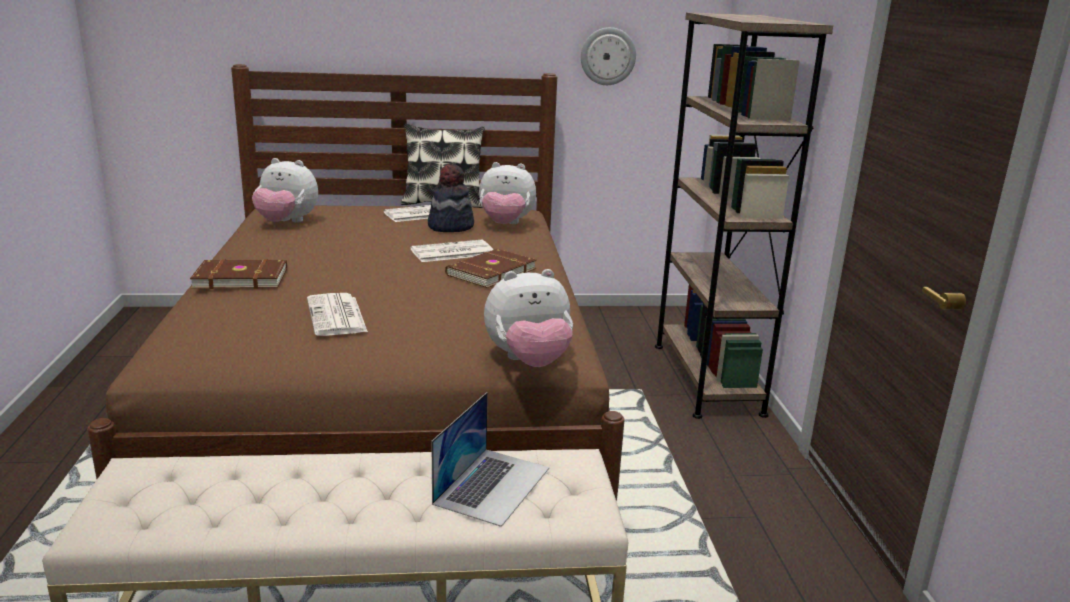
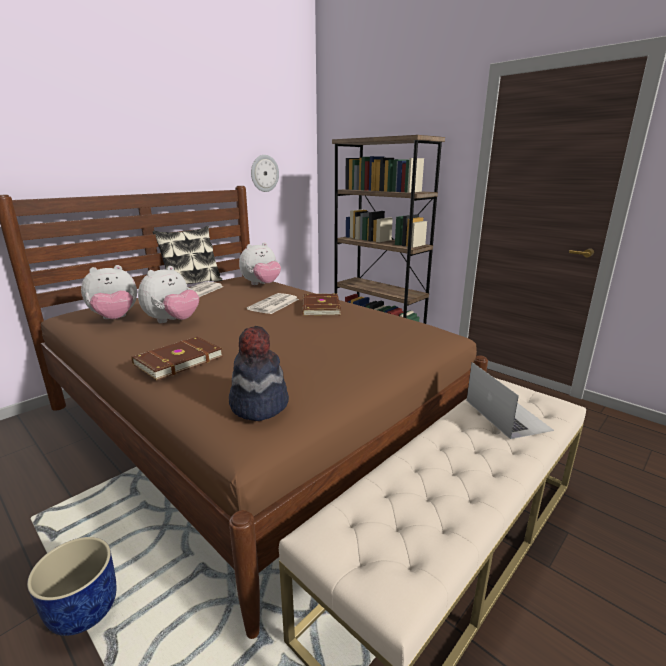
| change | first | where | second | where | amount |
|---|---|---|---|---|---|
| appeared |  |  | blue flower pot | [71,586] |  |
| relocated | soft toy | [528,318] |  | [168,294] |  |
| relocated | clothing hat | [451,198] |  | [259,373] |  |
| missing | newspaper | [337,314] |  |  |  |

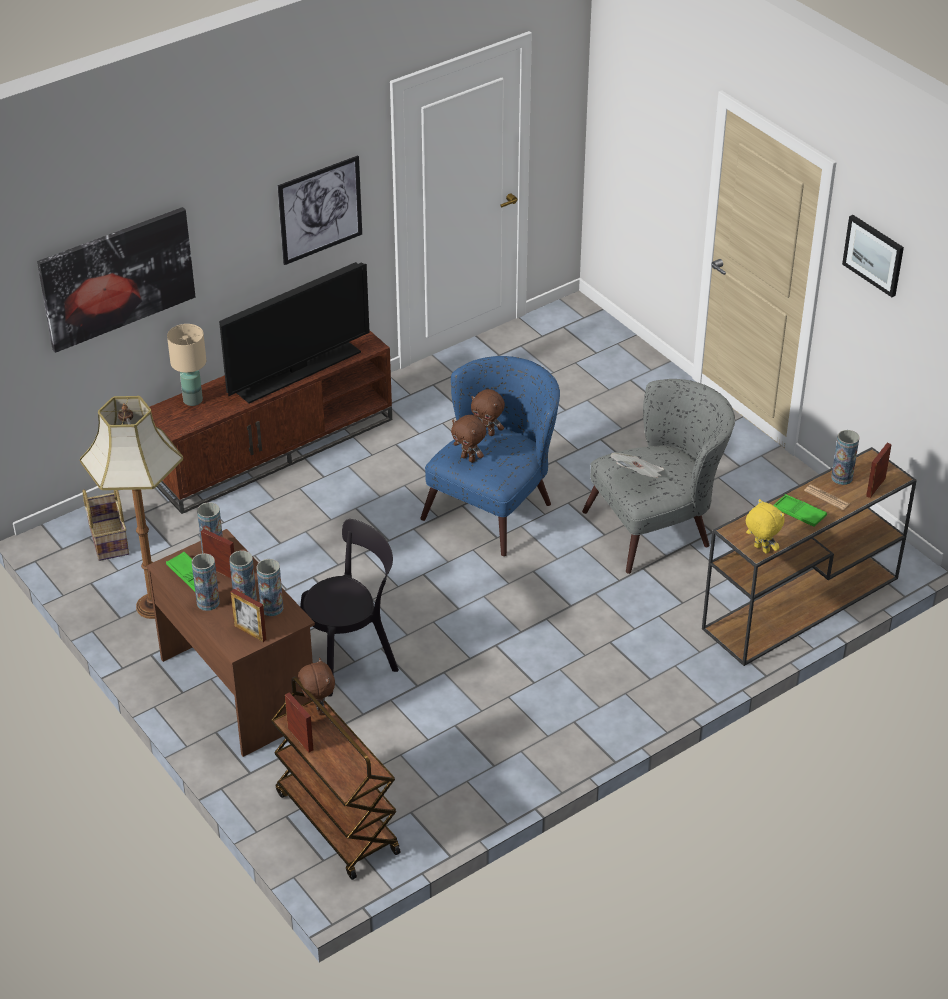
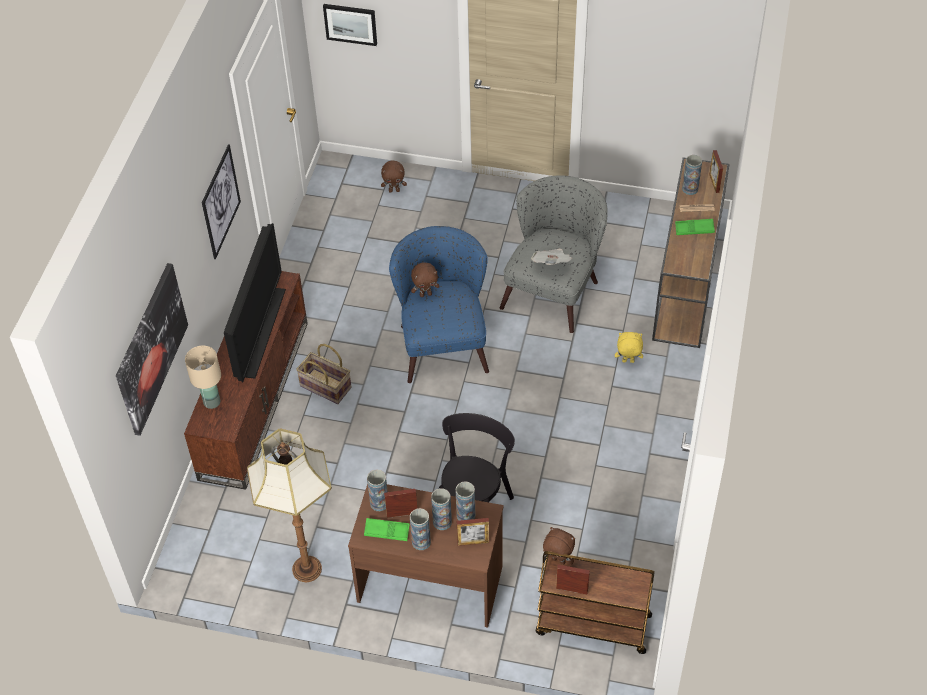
| change | first | where | second | where | amount |
|---|---|---|---|---|---|
| relocated | household basket | [106,525] |  | [323,374] |  |
| relocated | wall picture | [873,256] |  | [350,25] |  |
| relocated | brown-coloured soft toy | [468,439] |  | [394,176] |  |
| relocated | yellow-coloured soft toy | [765,526] |  | [629,347] |  |

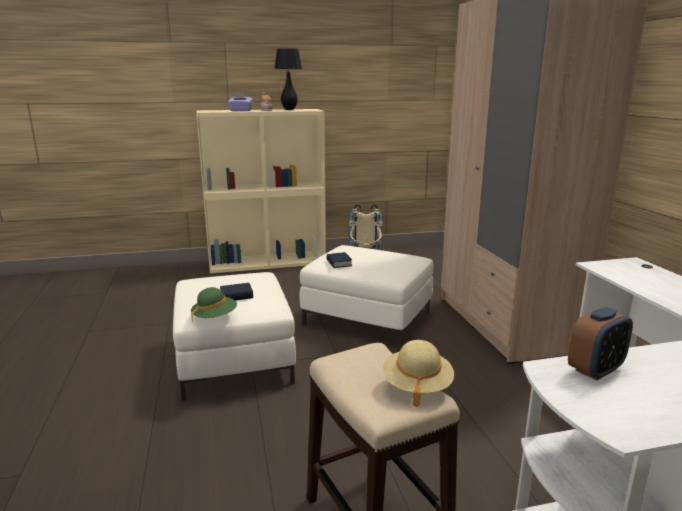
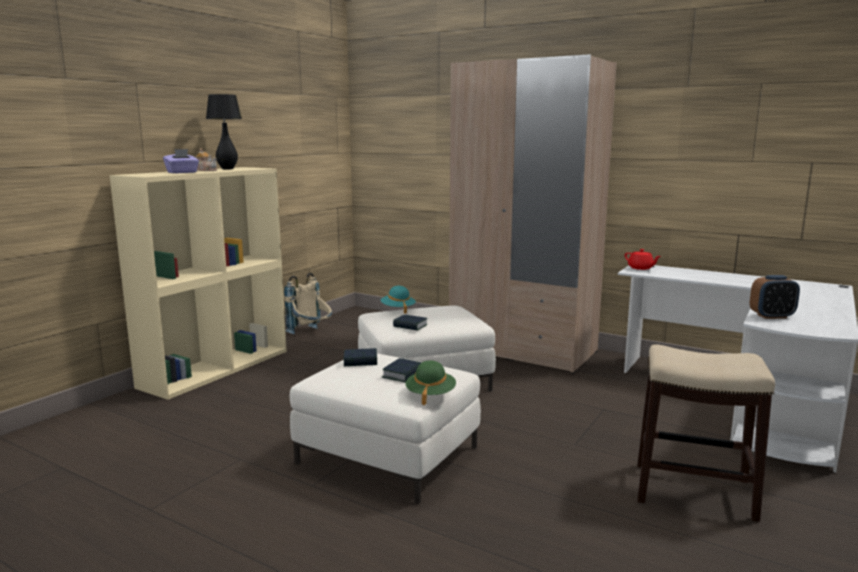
| change | first | where | second | where | amount |
|---|---|---|---|---|---|
| appeared |  |  | volume | [360,357] |  |
| appeared |  |  | blue-green clothing hat | [398,300] |  |
| appeared |  |  | red-coloured tea pot | [643,259] |  |
| spun | alarm clock | [600,344] |  | [775,297] | 75 degrees clockwise |
| missing | beige clothing hat | [418,373] |  |  |  |

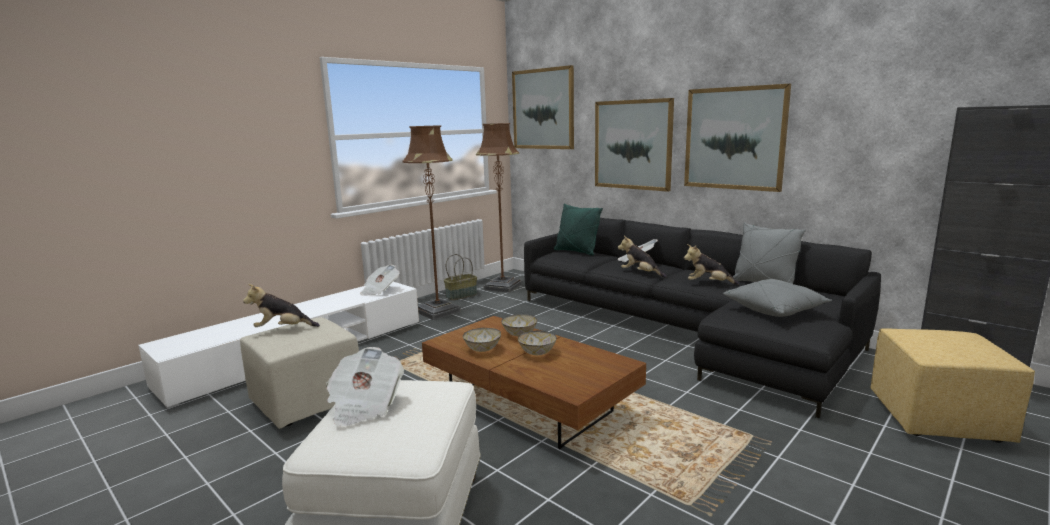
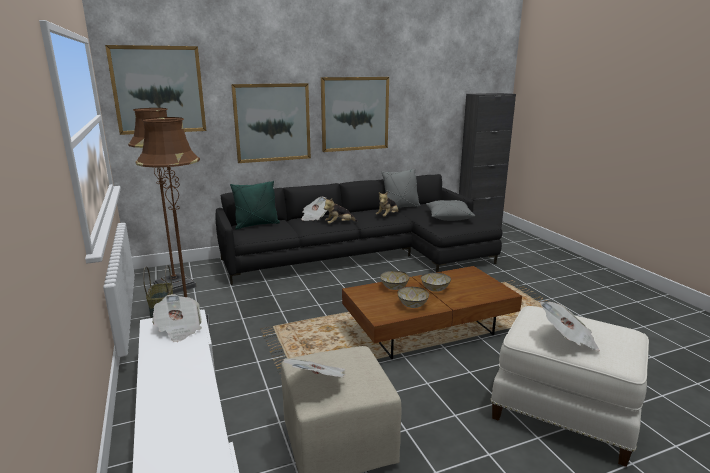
| change | first | where | second | where | amount |
|---|---|---|---|---|---|
| exchanged | soft toy | [281,305] | newspaper | [314,368] |  |
| missing | yellow-coloured footrest | [952,386] |  |  |  |

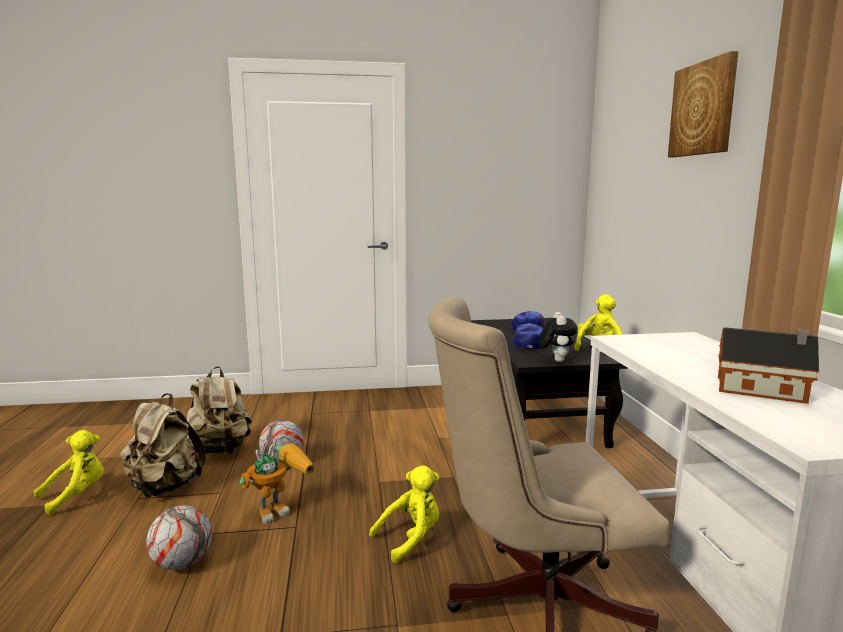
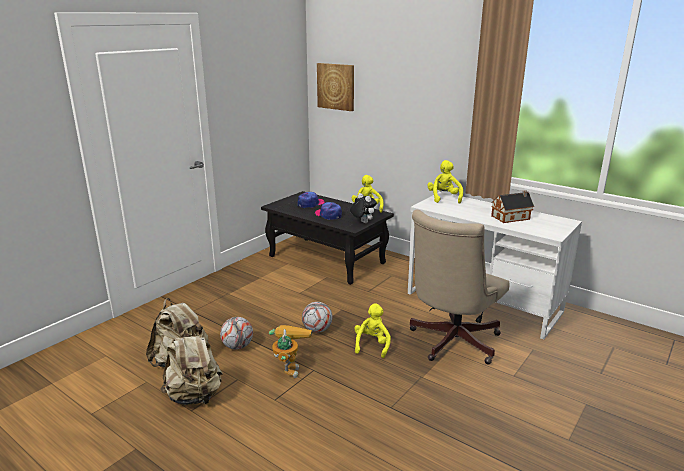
| change | first | where | second | where | amount |
|---|---|---|---|---|---|
| relocated | football ball | [179,538] |  | [317,317] |  |
| relocated | wall picture | [703,104] |  | [335,87] |  |
| relocated | yellow-coloured soft toy | [69,472] |  | [445,182] |  |

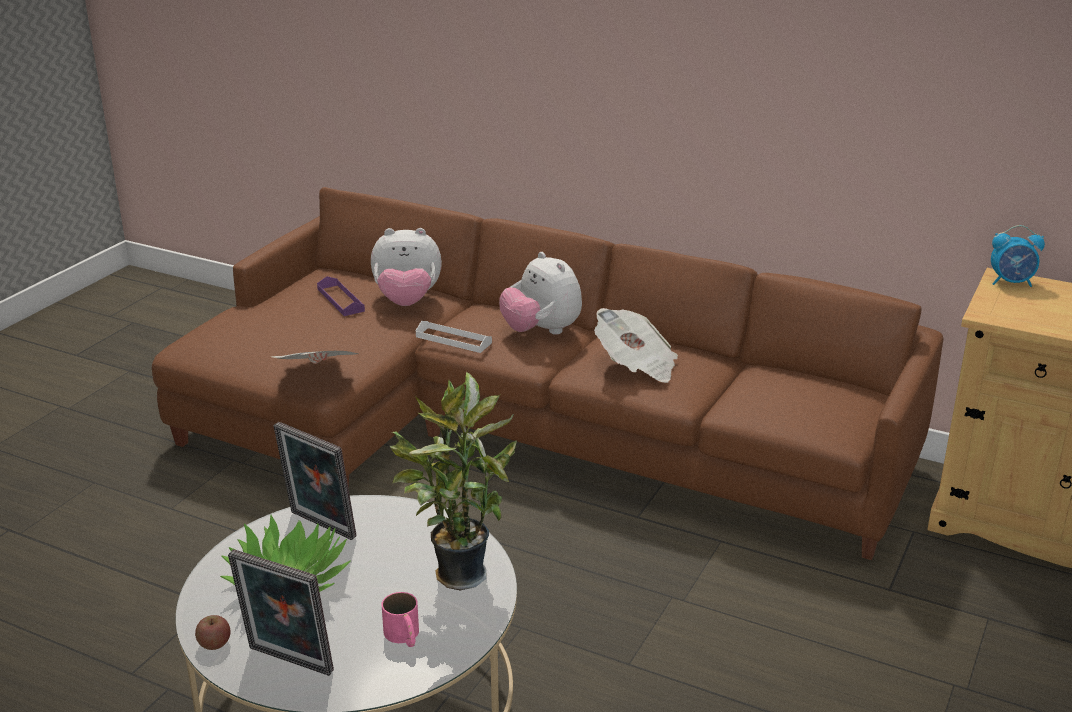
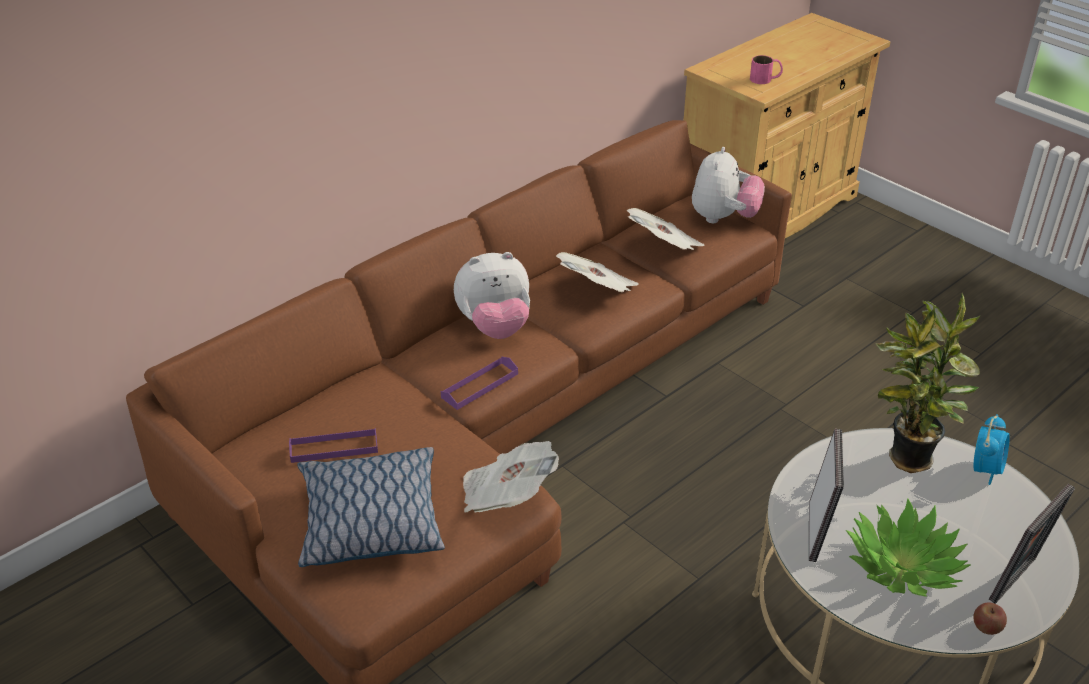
| change | first | where | second | where | amount |
|---|---|---|---|---|---|
| appeared |  |  | cushion | [371,507] |  |
| colour | white-coloured serving tray | [454,337] | purplish serving tray | [479,383] |  |
| appeared |  |  | newspaper | [666,229] |  |
| relocated | soft toy | [406,267] |  | [728,185] |  |
| relocated | pink coffee mug | [400,619] |  | [766,69] |  |
| spun | picture frame | [315,481] |  | [826,495] | 45 degrees counterclockwise |
| relocated | alarm clock | [1018,256] |  | [992,449] |  |

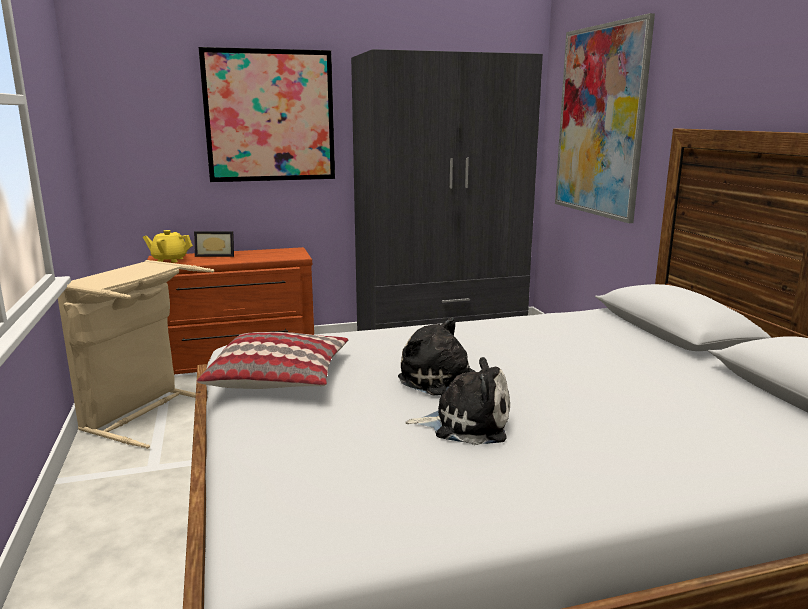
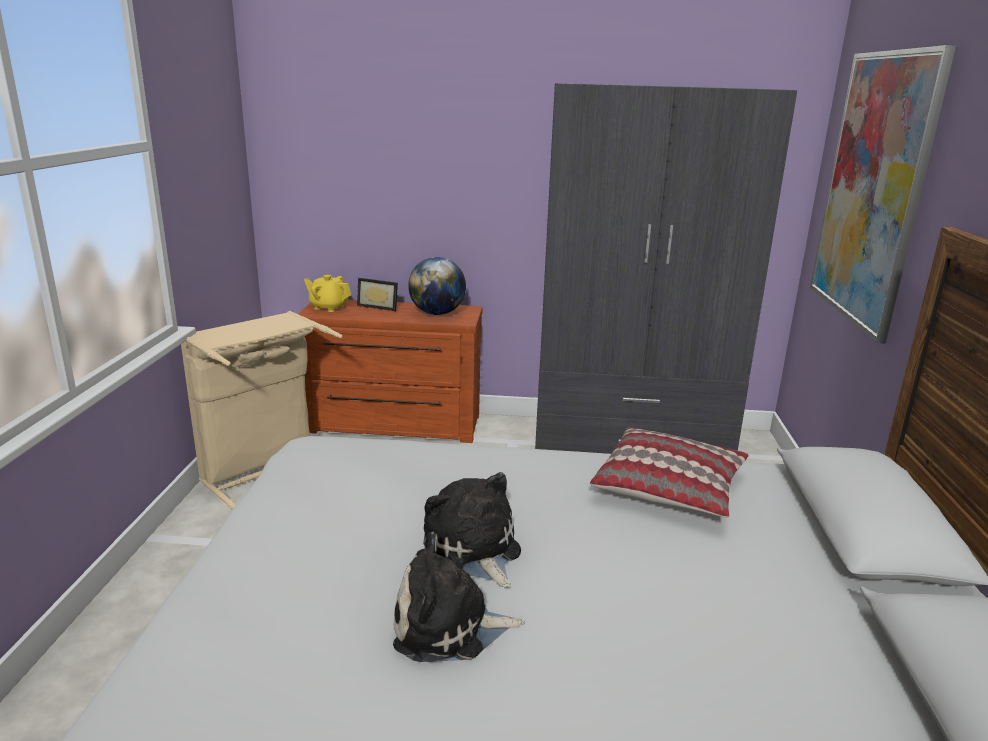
| change | first | where | second | where | amount |
|---|---|---|---|---|---|
| spun | soft toy | [457,401] |  | [459,597] | 150 degrees clockwise |
| appeared |  |  | world globe | [437,286] |  |
| relocated | cushion | [272,360] |  | [669,472] |  |
| missing | wall picture | [267,114] |  |  |  |

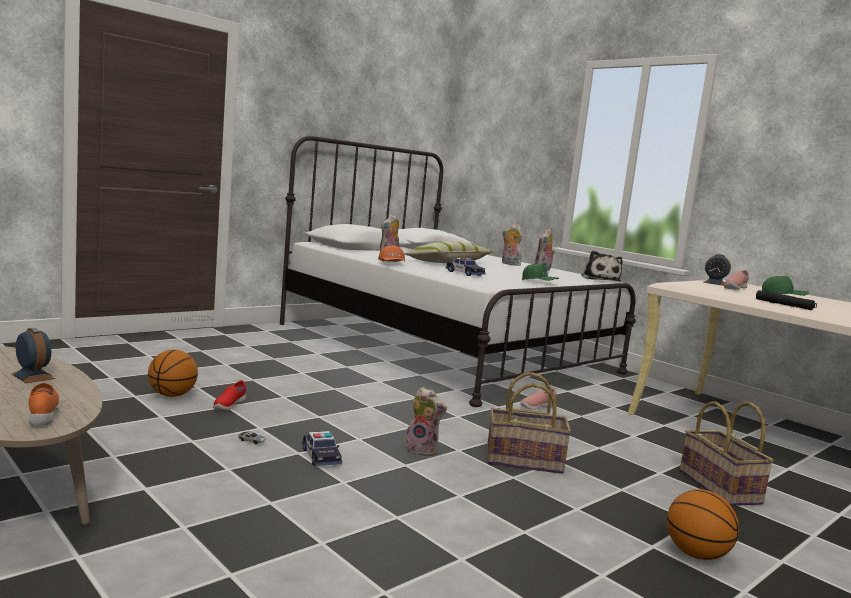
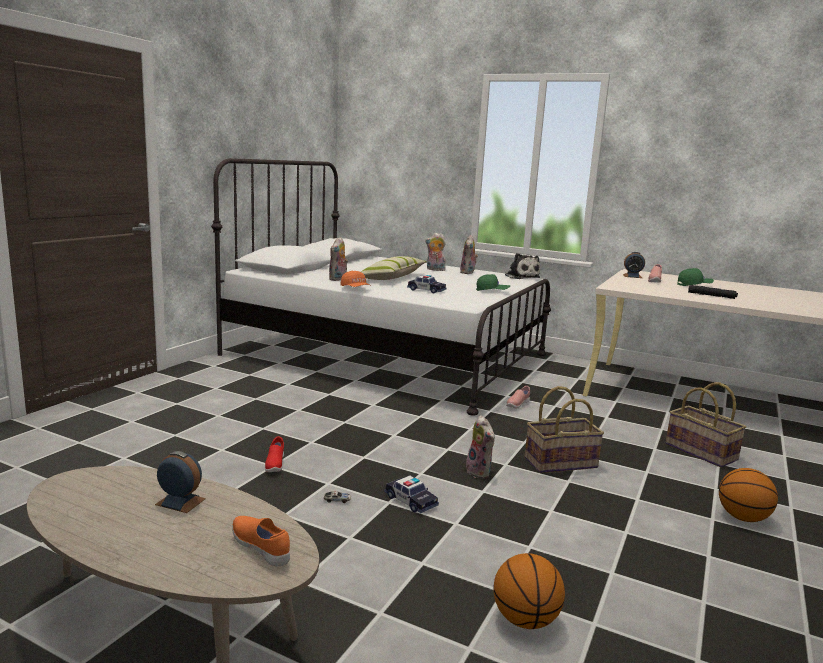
| change | first | where | second | where | amount |
|---|---|---|---|---|---|
| spun | soft toy | [426,422] |  | [480,446] | 60 degrees clockwise |
| relocated | ball for basketball | [173,373] |  | [529,591] |  |

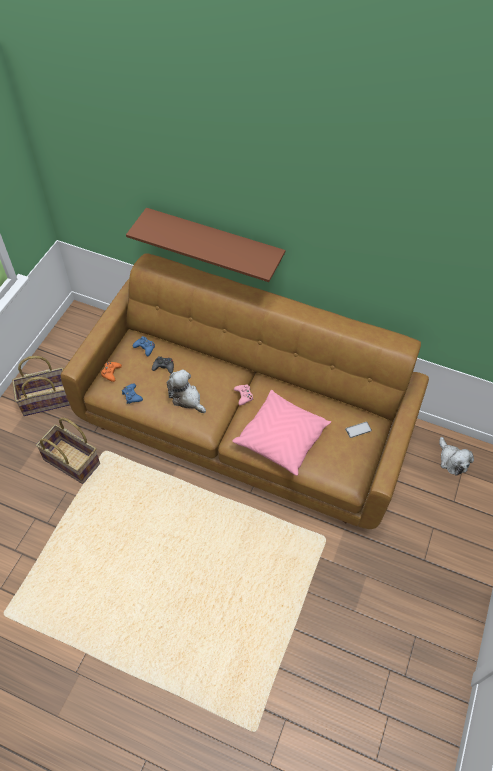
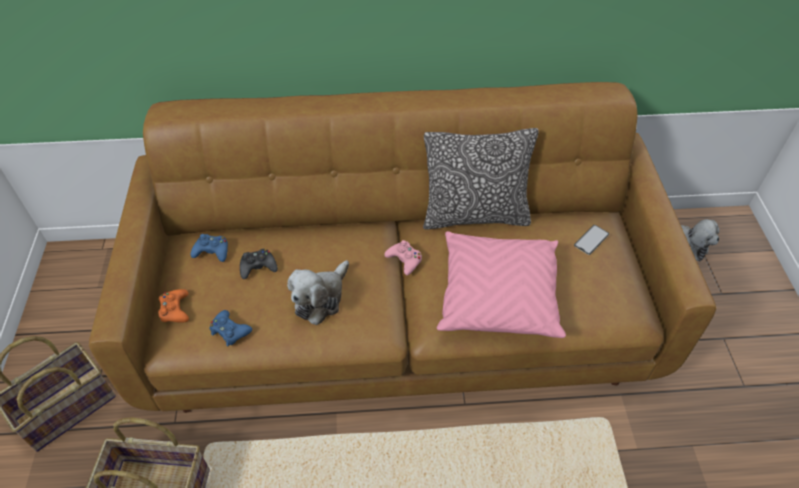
| change | first | where | second | where | amount |
|---|---|---|---|---|---|
| spun | soft toy | [186,391] |  | [318,292] | 75 degrees counterclockwise |
| appeared |  |  | cushion | [481,179] |  |
| missing | brown-coloured wall shelf | [205,245] |  |  |  |

